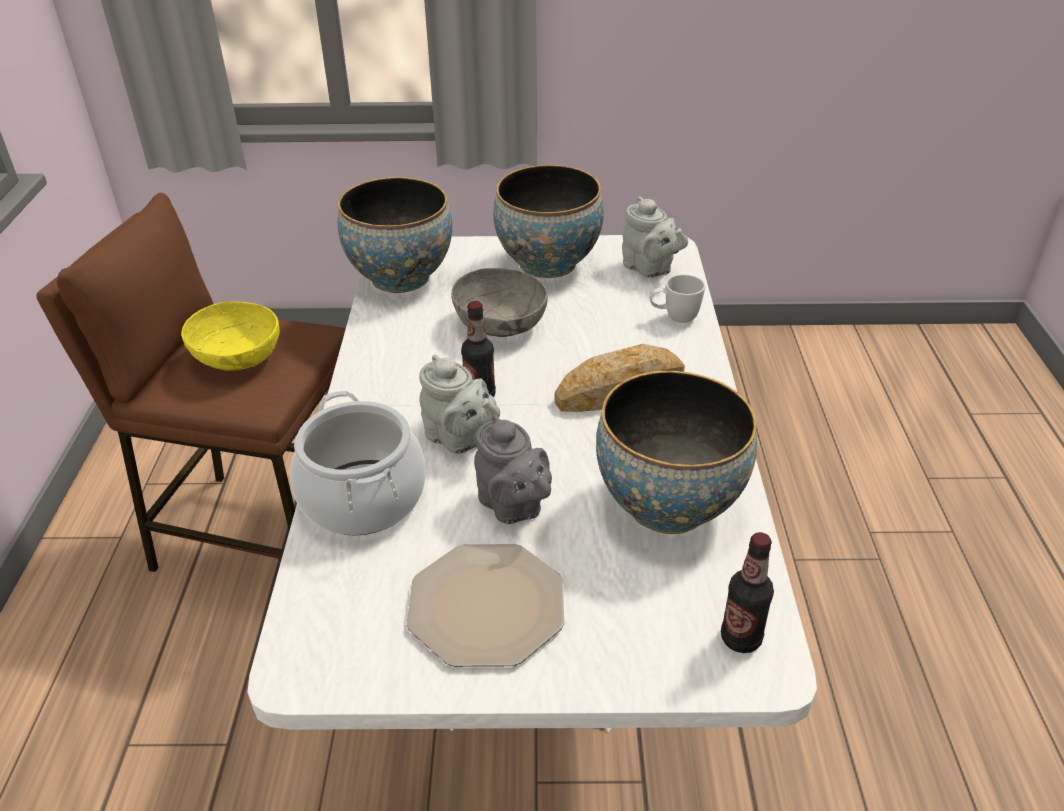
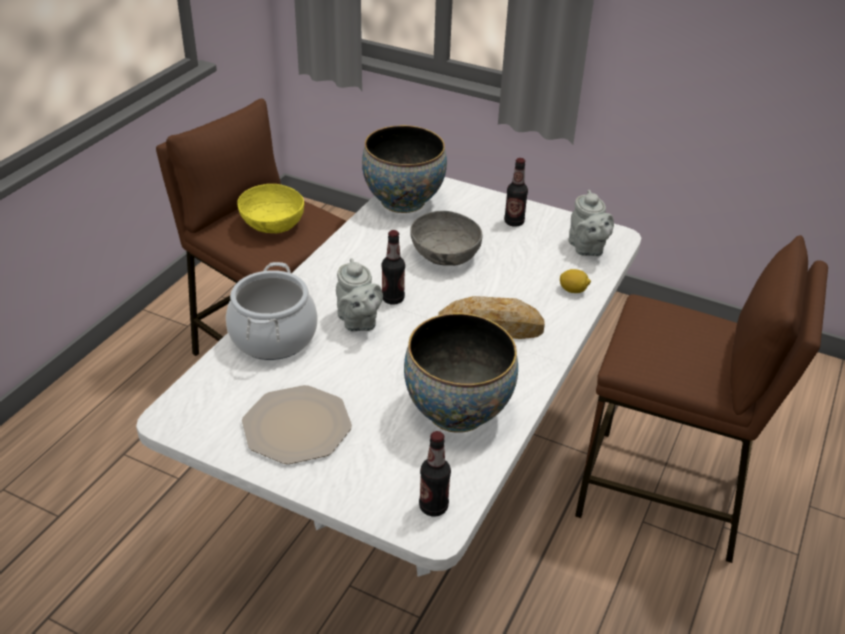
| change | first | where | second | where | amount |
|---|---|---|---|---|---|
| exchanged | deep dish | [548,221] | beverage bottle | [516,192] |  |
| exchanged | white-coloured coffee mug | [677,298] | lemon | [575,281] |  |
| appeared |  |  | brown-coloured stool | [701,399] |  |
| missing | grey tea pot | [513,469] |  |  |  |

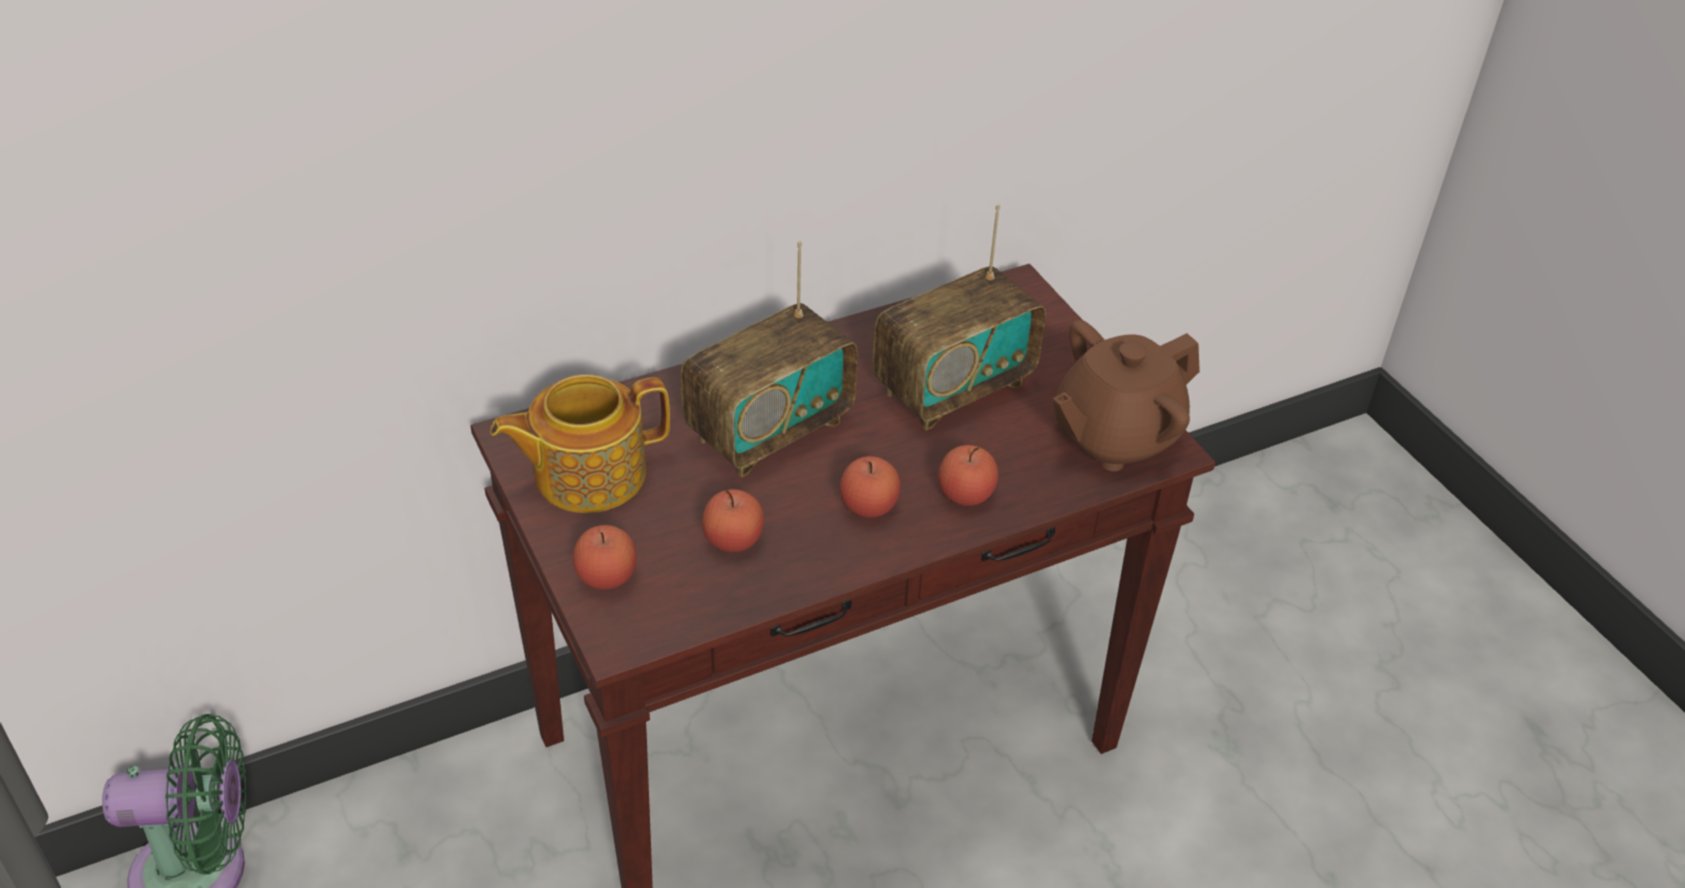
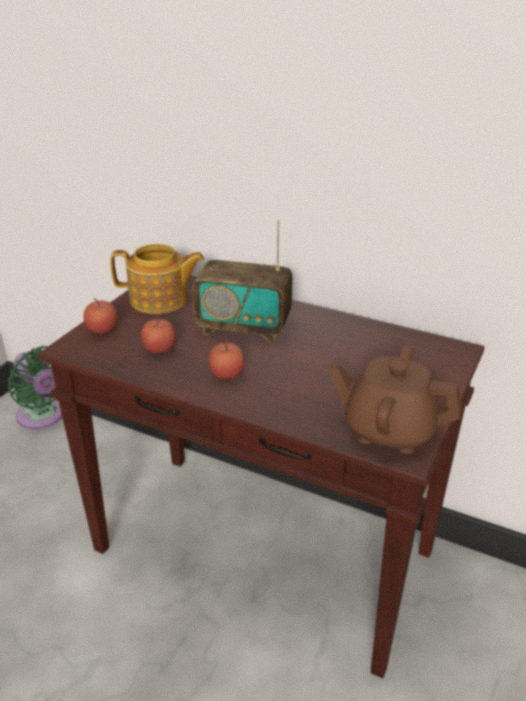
| change | first | where | second | where | amount |
|---|---|---|---|---|---|
| spun | tea pot | [580,443] |  | [157,279] | 150 degrees clockwise |
| missing | radio | [959,317] |  |  |  |
| missing | apple | [968,475] |  |  |  |

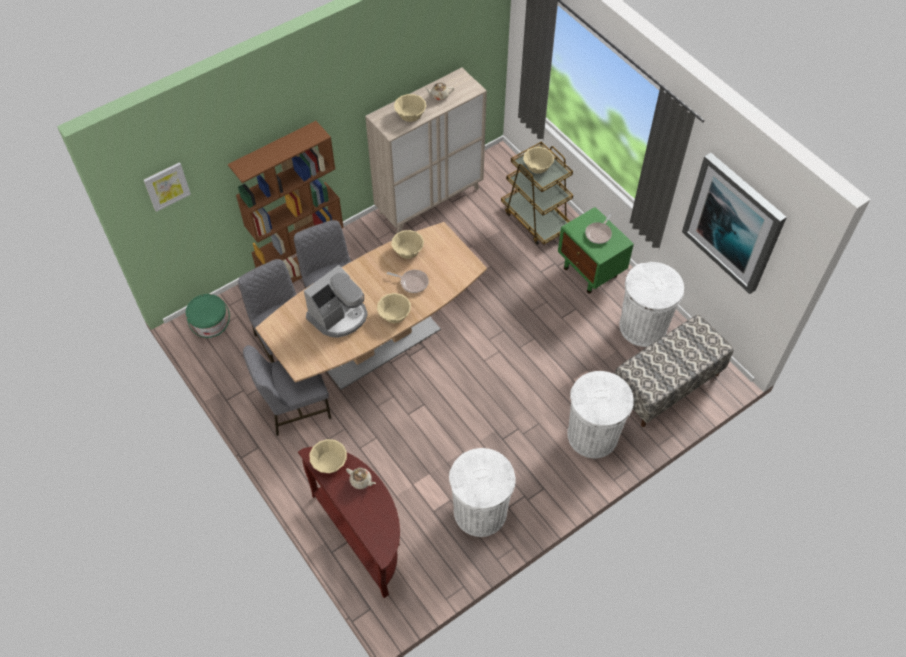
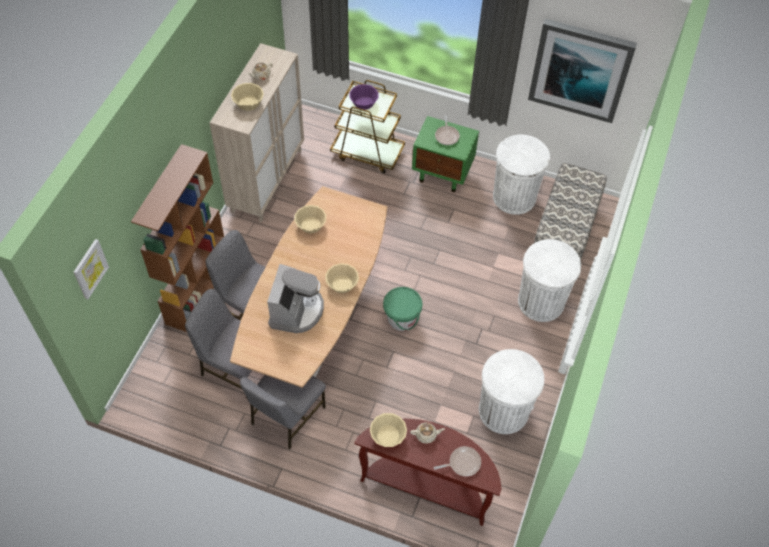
| change | first | where | second | where | amount |
|---|---|---|---|---|---|
| colour | beige deep dish | [538,160] | purplish deep dish | [364,97] |  |
| relocated | greenish pail | [208,316] |  | [402,309] |  |
| relocated | skillet | [408,281] |  | [457,461] |  |

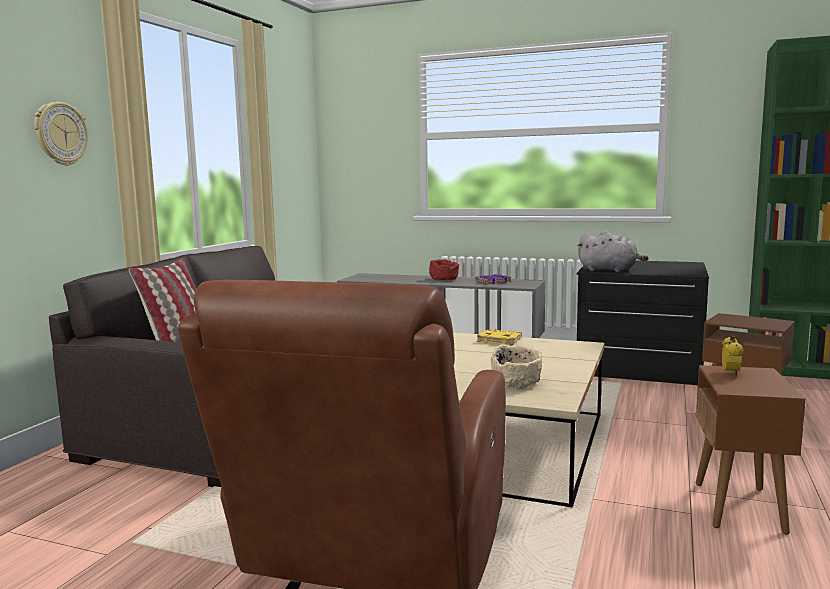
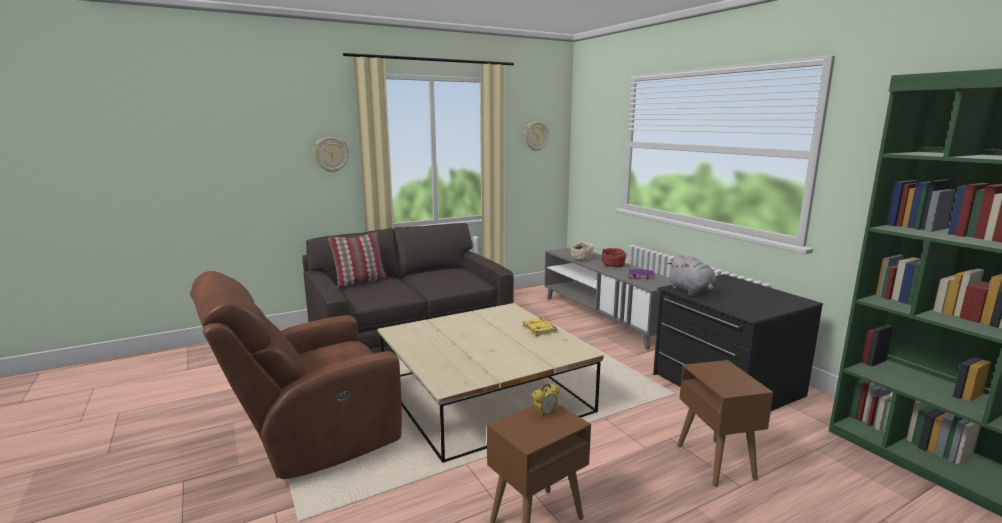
| change | first | where | second | where | amount |
|---|---|---|---|---|---|
| appeared |  |  | hanging clock | [536,136] |  |
| relocated | beige deep dish | [516,366] |  | [582,251] |  |

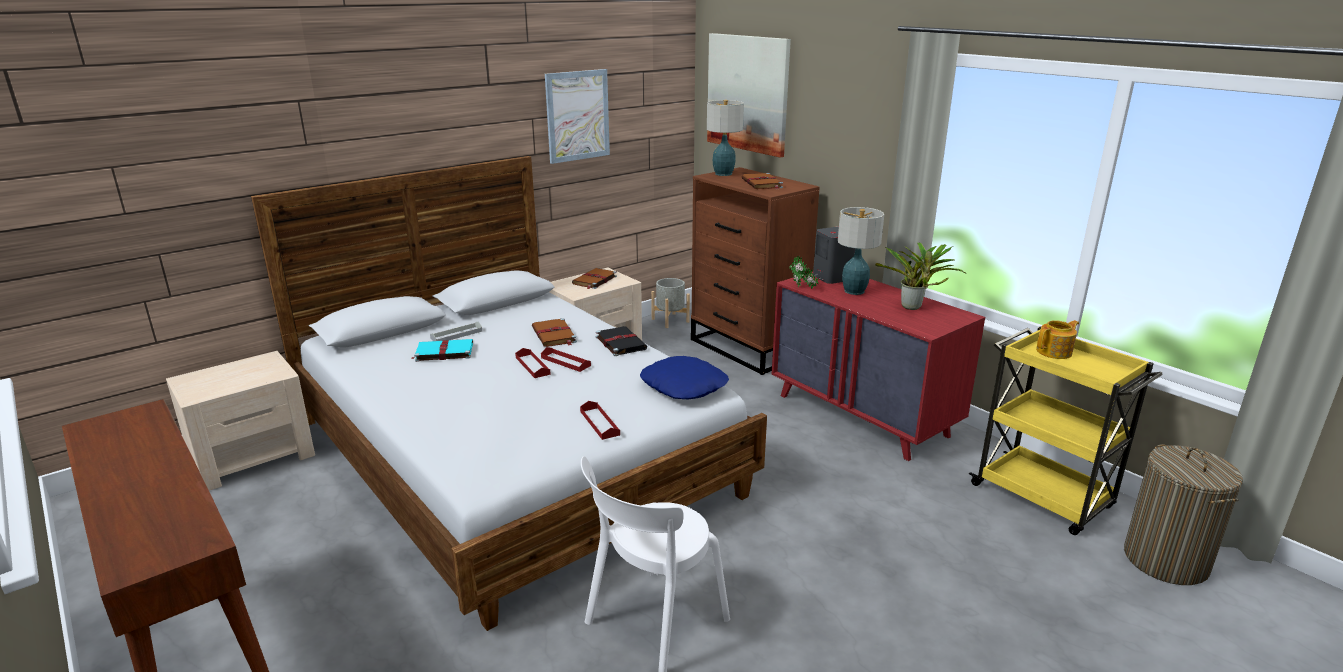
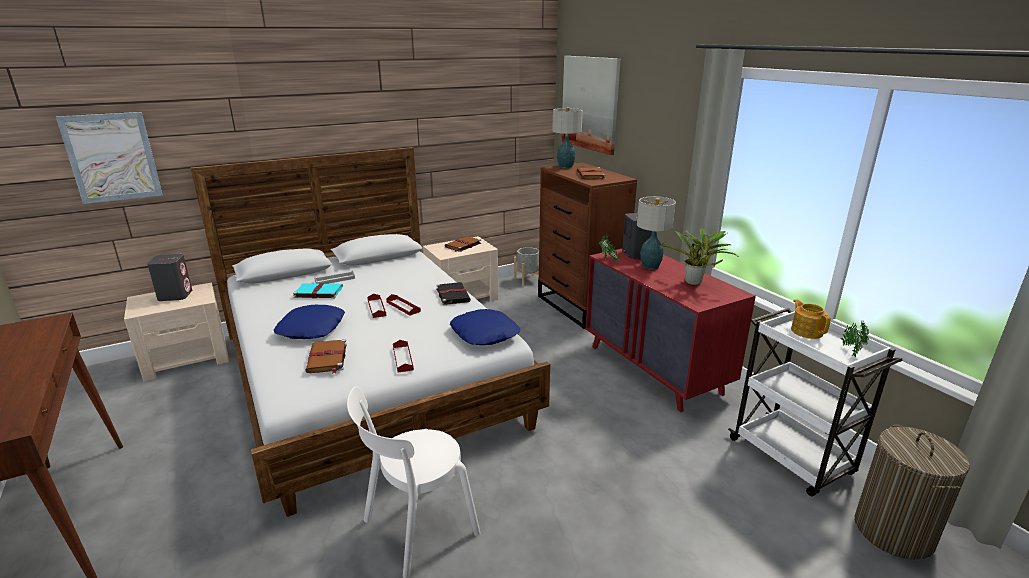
| change | first | where | second | where | amount |
|---|---|---|---|---|---|
| relocated | wall picture | [577,116] |  | [109,158] |  |
| appeared |  |  | grey audio speaker | [169,277] |  |
| appeared |  |  | blue cushion | [309,322] |  |
| relocated | brown-coloured volume | [554,332] |  | [326,356] |  |
| colour | yellow-coloured trolley | [1066,430] | white-coloured trolley | [815,402] |  |
| spun | tea pot | [1057,339] |  | [811,319] | 90 degrees counterclockwise |
| appeared |  |  | houseplant | [854,339] |  |

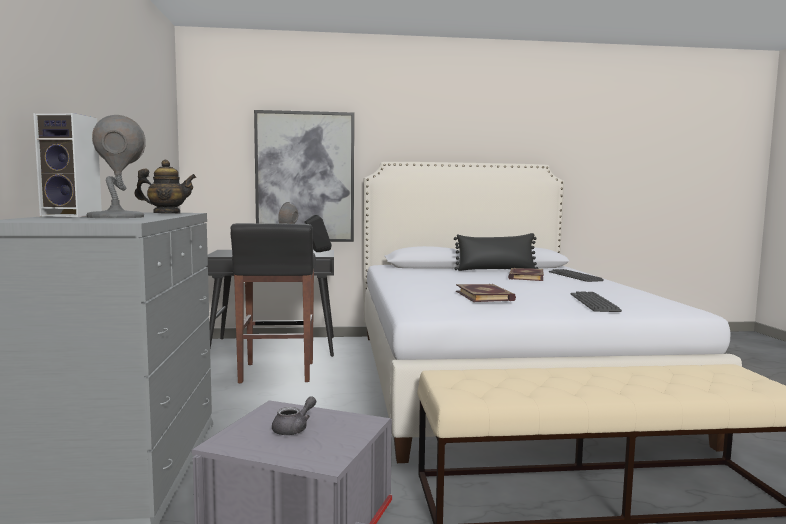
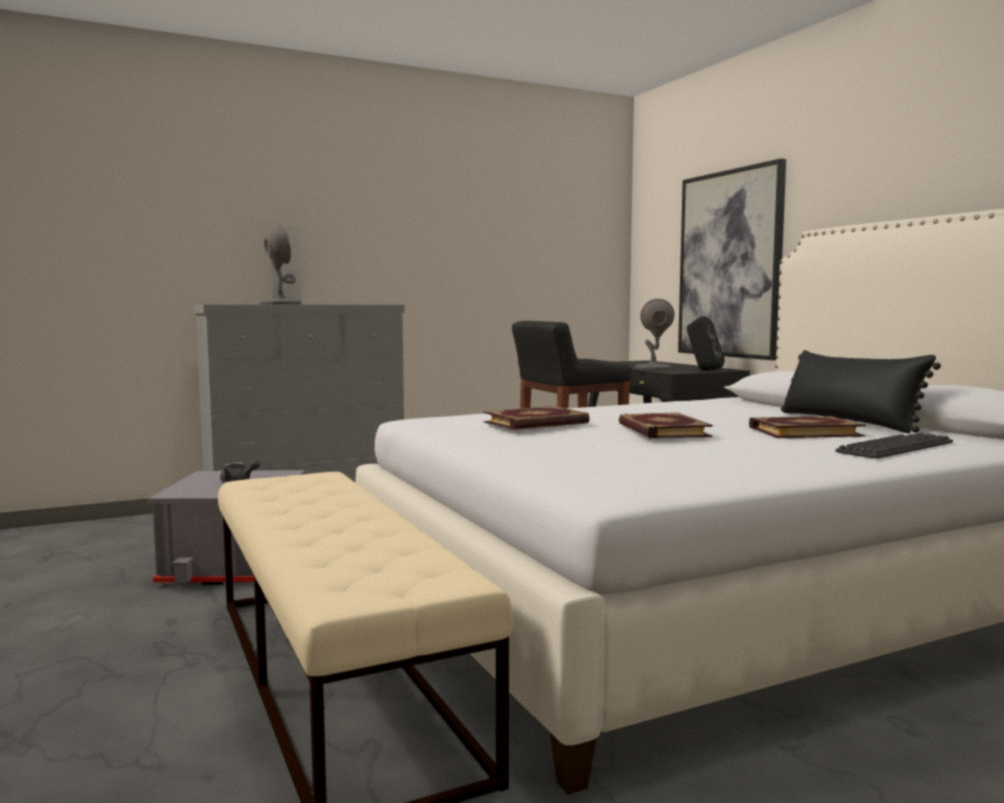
| change | first | where | second | where | amount |
|---|---|---|---|---|---|
| appeared |  |  | volume | [666,425] |  |
| missing | tea pot | [165,186] |  |  |  |
| missing | computer keyboard | [596,301] |  |  |  |

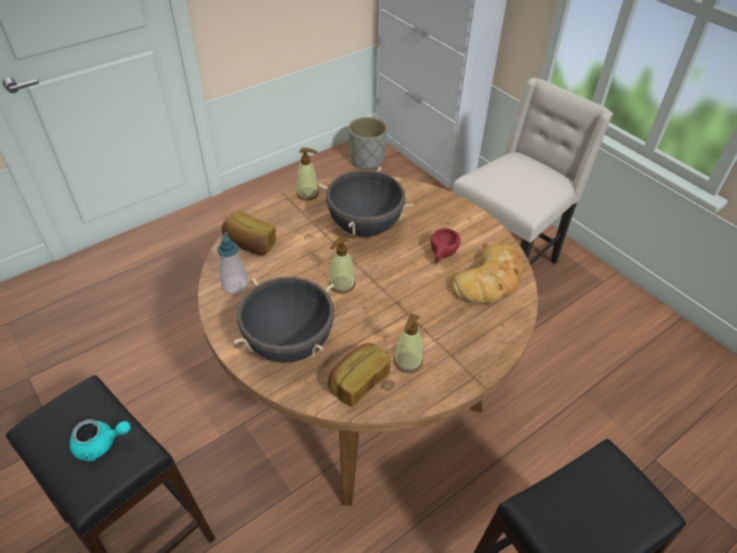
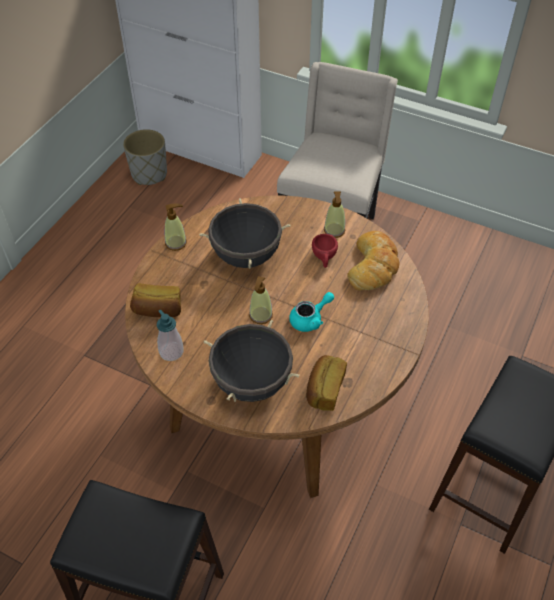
| change | first | where | second | where | amount |
|---|---|---|---|---|---|
| relocated | blue-green tea pot | [100,440] |  | [311,312] |  |
| relocated | soap bottle | [408,343] |  | [334,214] |  |

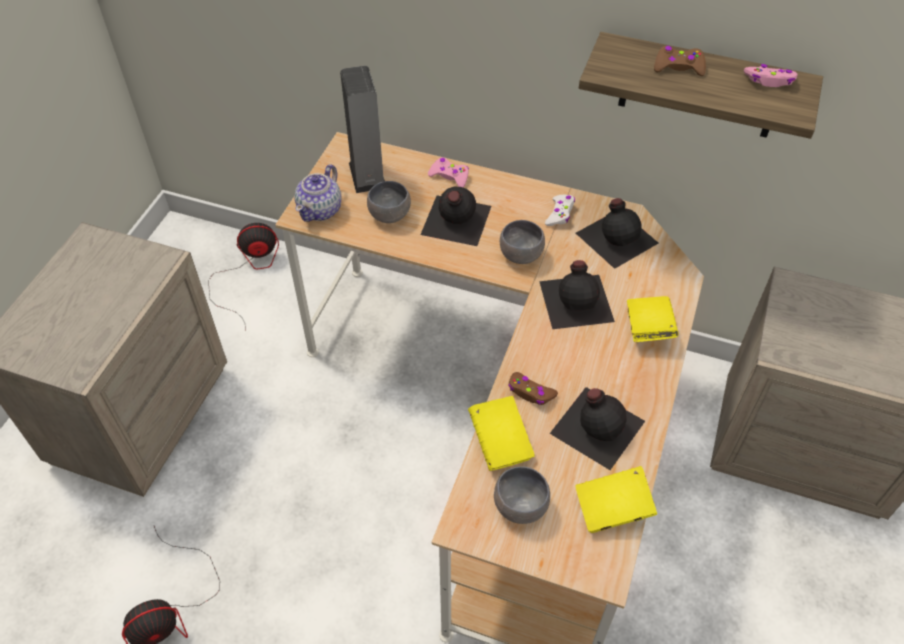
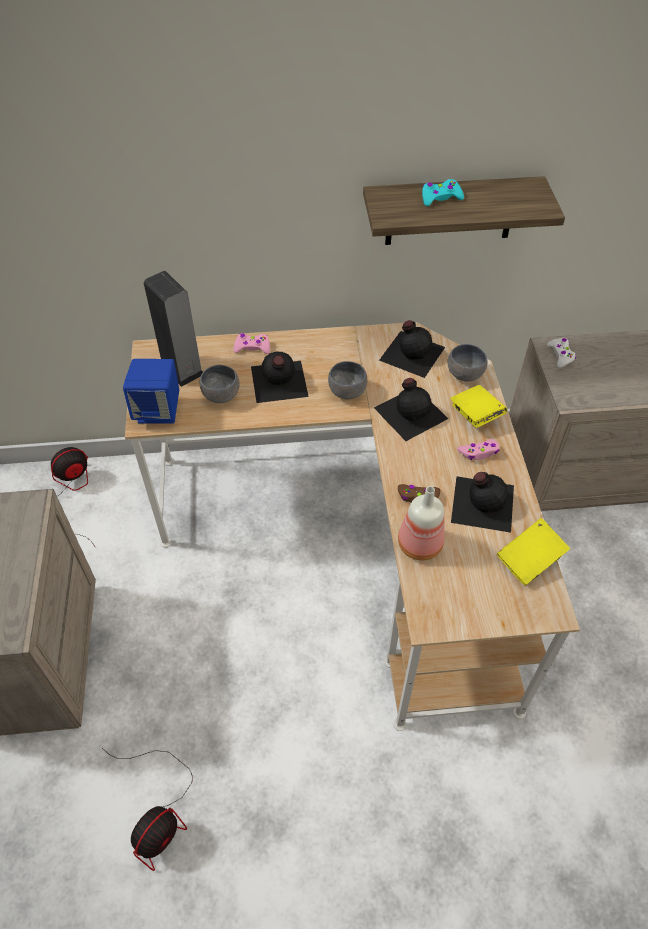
| change | first | where | second | where | amount |
|---|---|---|---|---|---|
| exchanged | tea pot | [318,193] | blue audio speaker | [151,391] |  |
| exchanged | yellow-coloured volume | [501,433] | beverage bottle | [421,523] |  |
| colour | brown-coloured gamepad | [680,61] | blue-green gamepad | [443,192] |  |
| relocated | grey deep dish | [522,495] |  | [467,362] |  |
| relocated | pink gamepad | [771,75] |  | [478,449] |  |
| relocated | white-coloured gamepad | [560,210] |  | [561,353] |  |

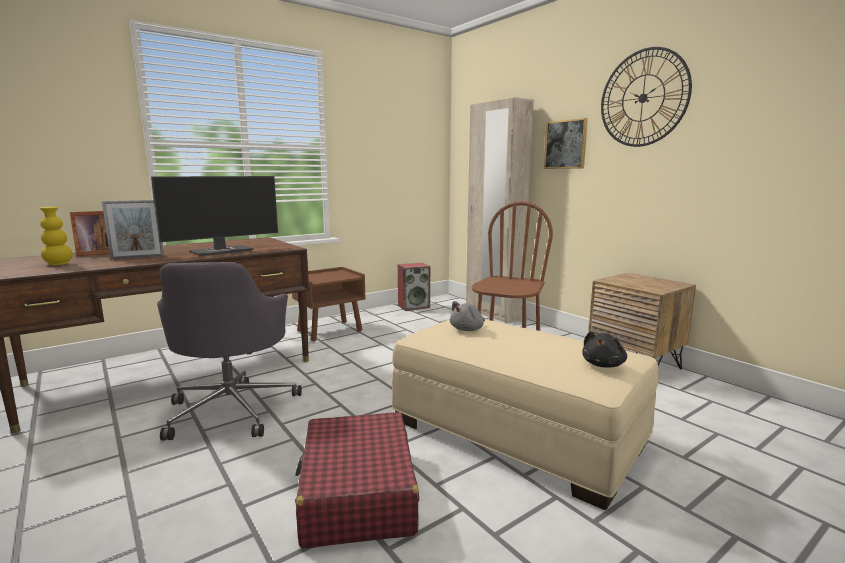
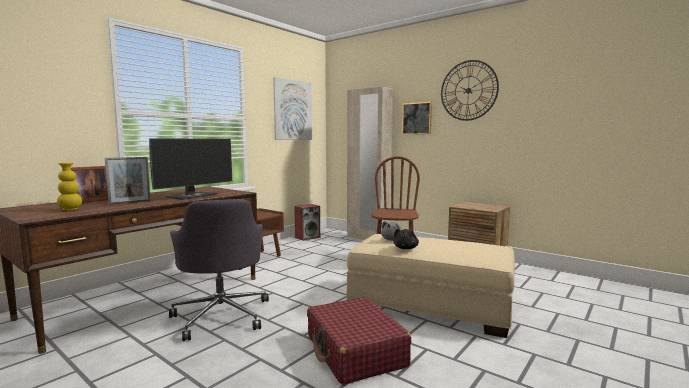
| change | first | where | second | where | amount |
|---|---|---|---|---|---|
| appeared |  |  | wall picture | [292,108] |  |
| relocated | blackish soft toy | [604,349] |  | [406,238] |  |

